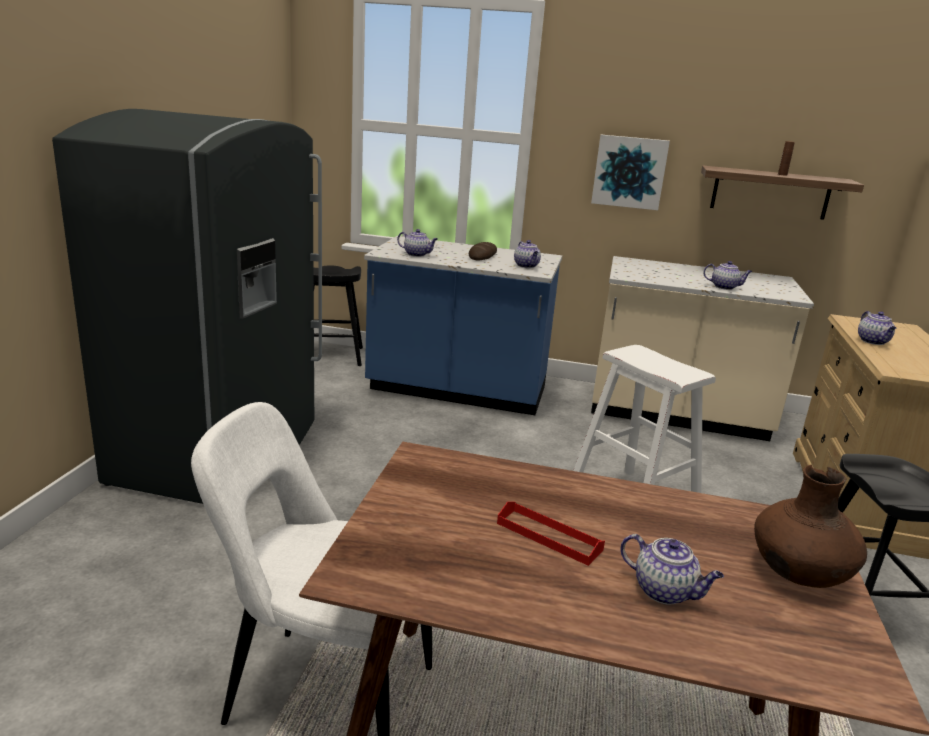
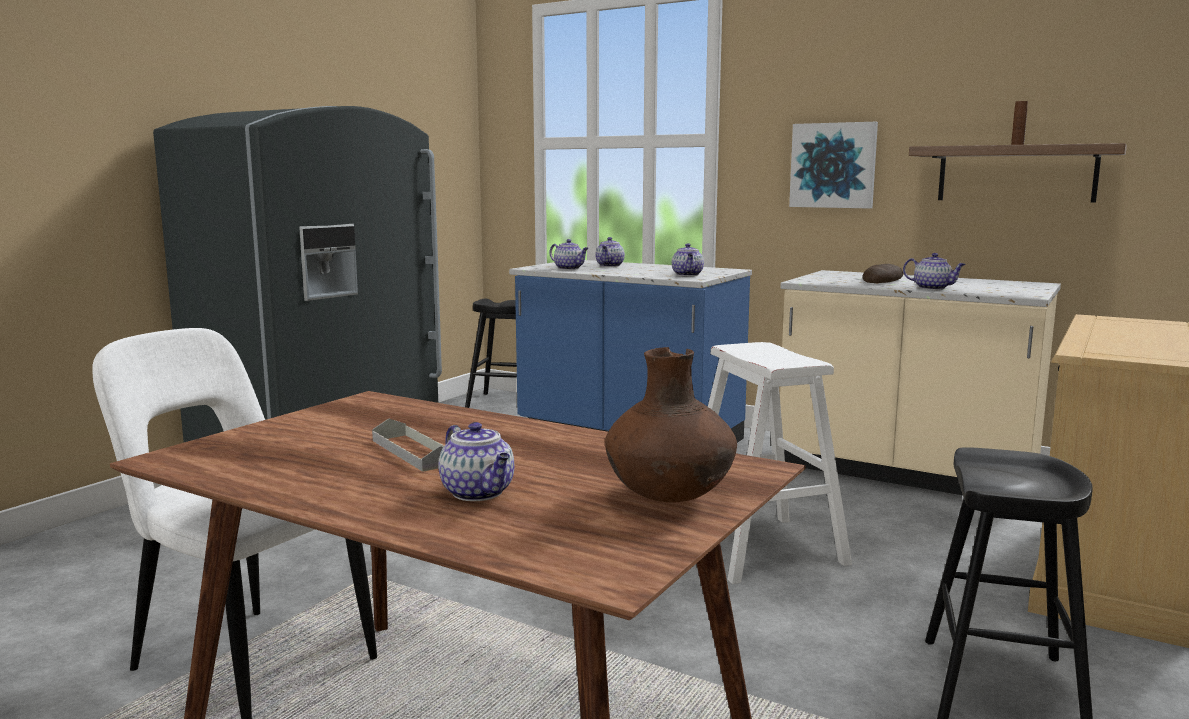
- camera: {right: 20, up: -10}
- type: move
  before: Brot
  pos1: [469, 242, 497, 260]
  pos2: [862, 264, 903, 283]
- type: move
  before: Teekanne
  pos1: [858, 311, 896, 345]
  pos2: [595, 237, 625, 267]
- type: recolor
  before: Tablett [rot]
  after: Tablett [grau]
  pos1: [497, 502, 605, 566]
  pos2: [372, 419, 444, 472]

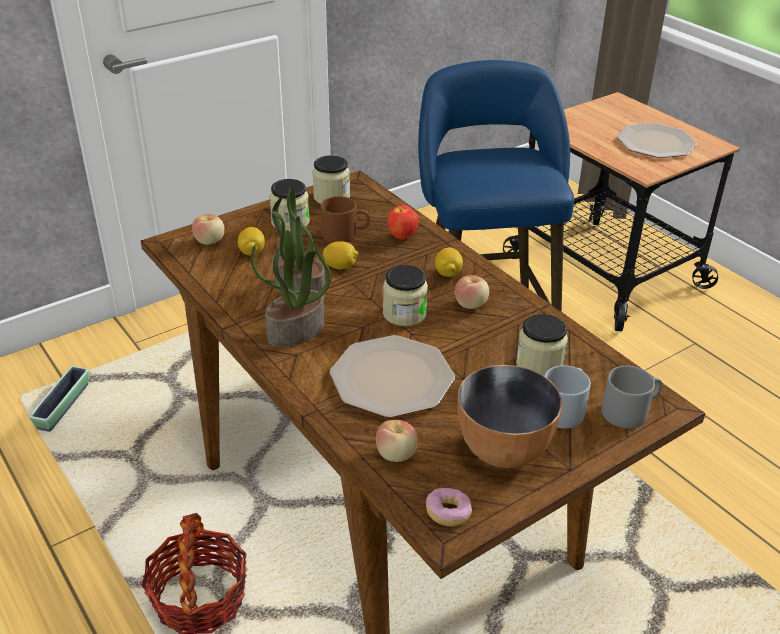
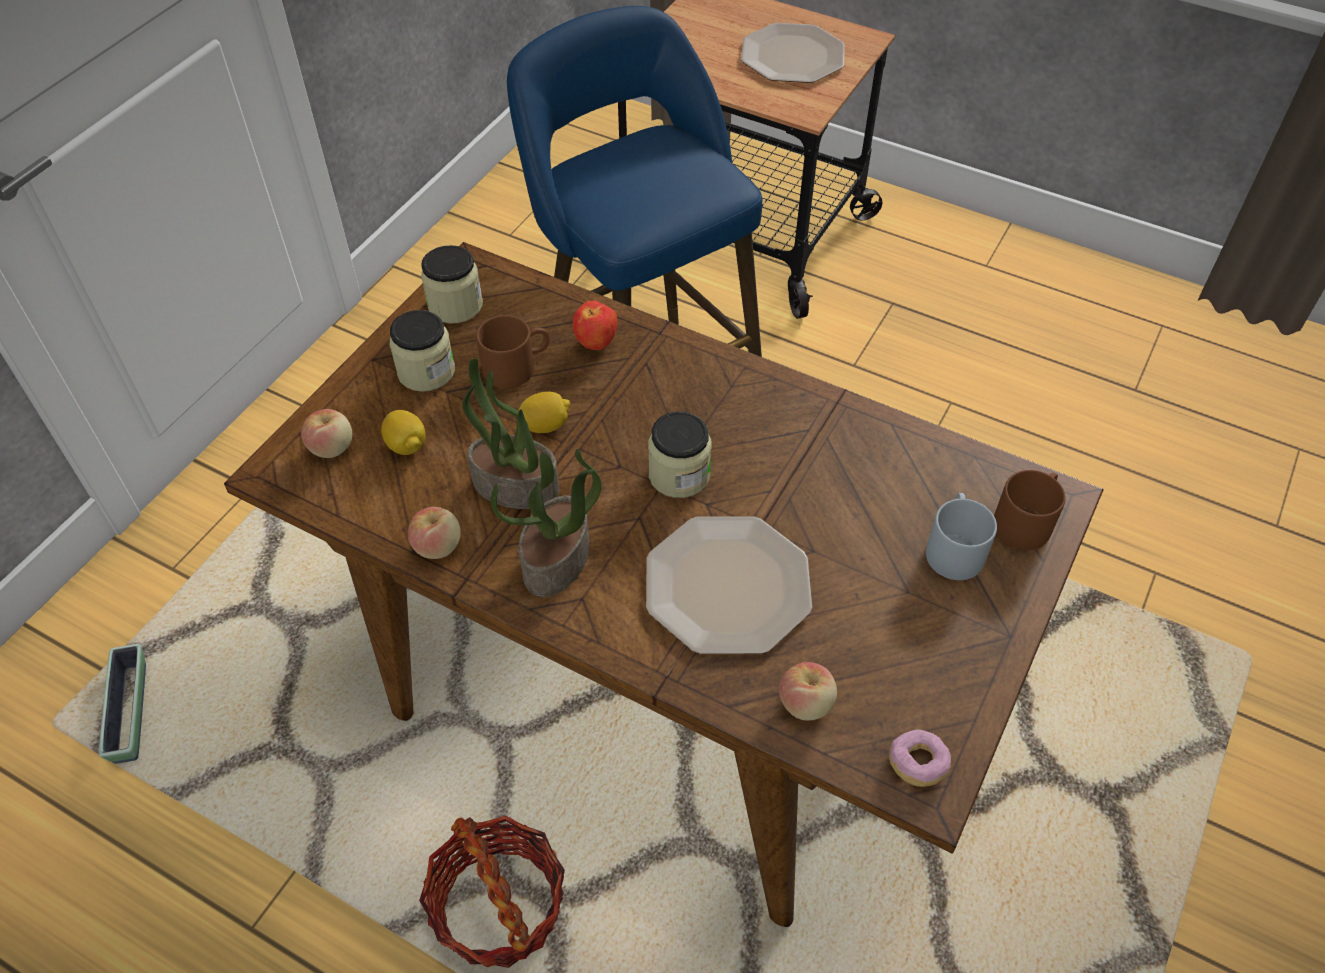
- camera: {right: -25, up: 15}
- type: delete
  before: Zitrone
  pos1: [435, 248, 463, 277]
- type: move
  before: Apfel
  pos1: [455, 275, 489, 309]
  pos2: [408, 507, 461, 559]
- type: delete
  before: Vorratsglas
  pos1: [516, 314, 568, 376]
- type: delete
  before: Schüssel
  pos1: [457, 365, 562, 468]
- type: recolor
  before: Henkelbecher [grau]
  after: Henkelbecher [braun]
  pos1: [602, 366, 662, 429]
  pos2: [994, 470, 1066, 550]

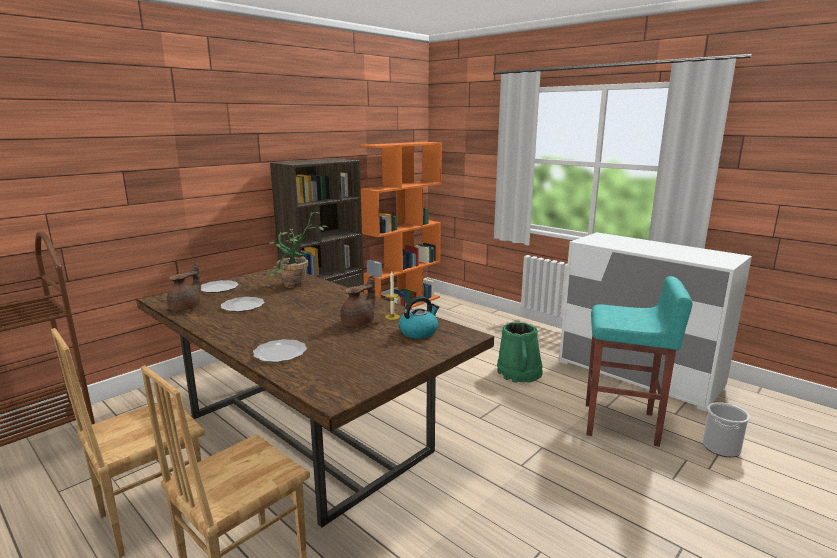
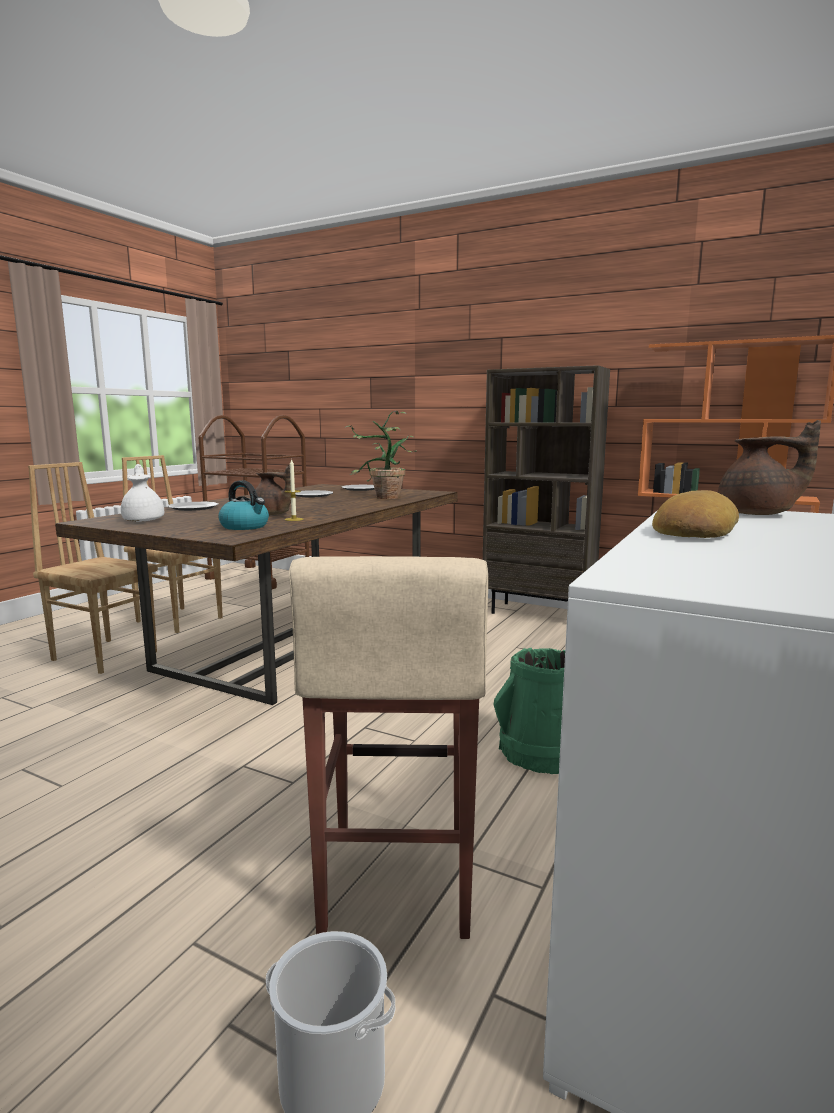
- camera: {right: 75, up: -5}
- type: move
  before: Teekanne [braun]
  pos1: [167, 263, 201, 311]
  pos2: [718, 420, 821, 515]
- type: recolor
  before: Hocker [türkis]
  after: Hocker [beige]
  pos1: [586, 276, 692, 447]
  pos2: [289, 556, 488, 939]
- type: insert
  after: Teekanne [weiß]
  pos2: [121, 464, 164, 522]
- type: insert
  after: Brot
  pos2: [652, 490, 739, 538]

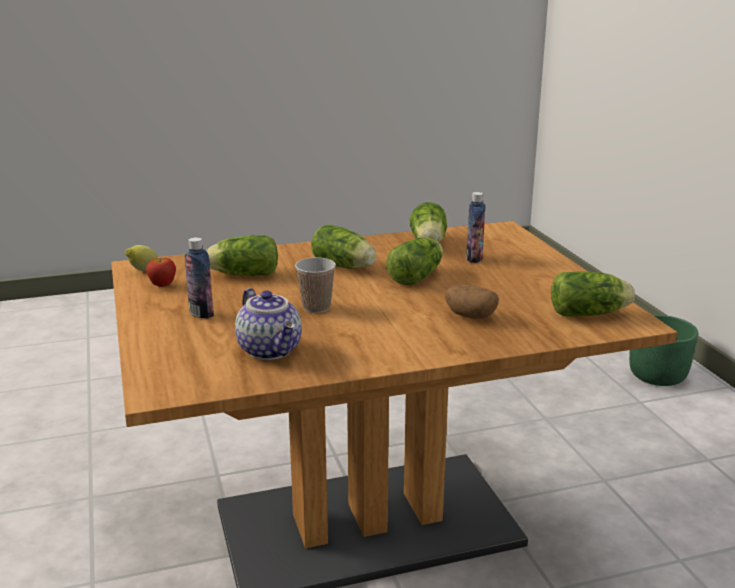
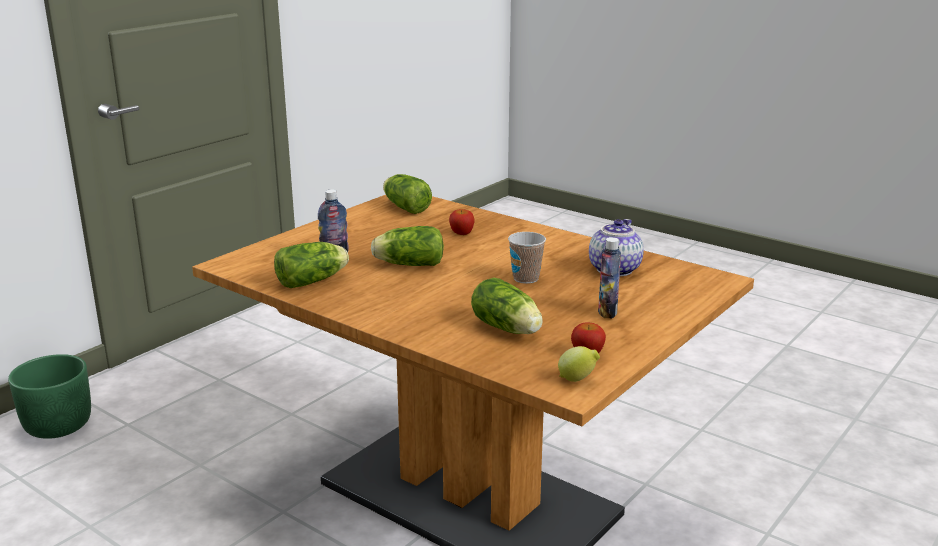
- camera: {right: -125, up: 0}
- type: delete
  before: Salatkopf
  pos1: [311, 224, 377, 269]
- type: replace
  before: Kartoffel
  after: Apfel
  pos1: [445, 285, 499, 319]
  pos2: [449, 209, 475, 235]

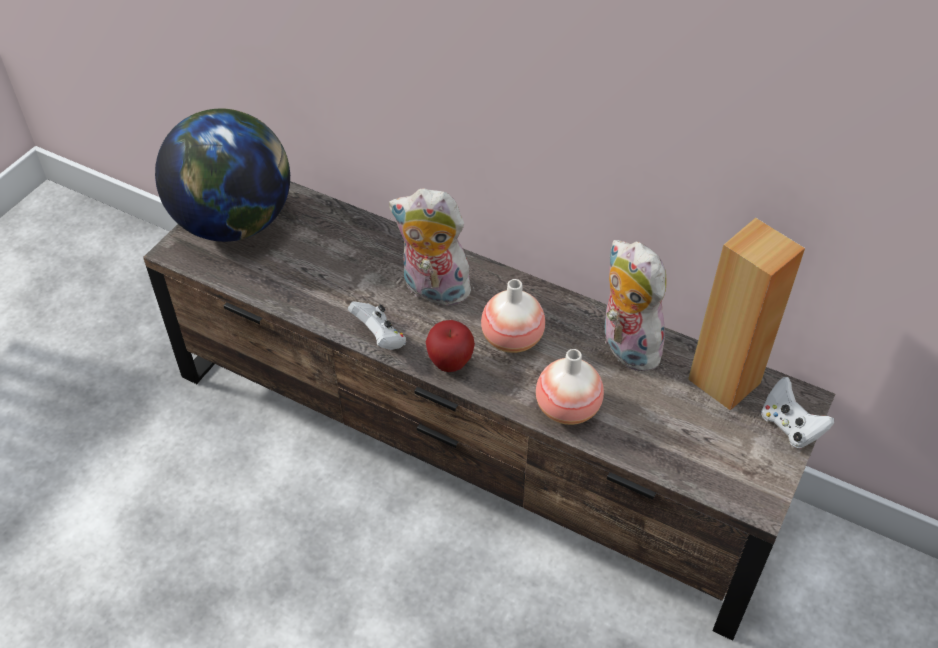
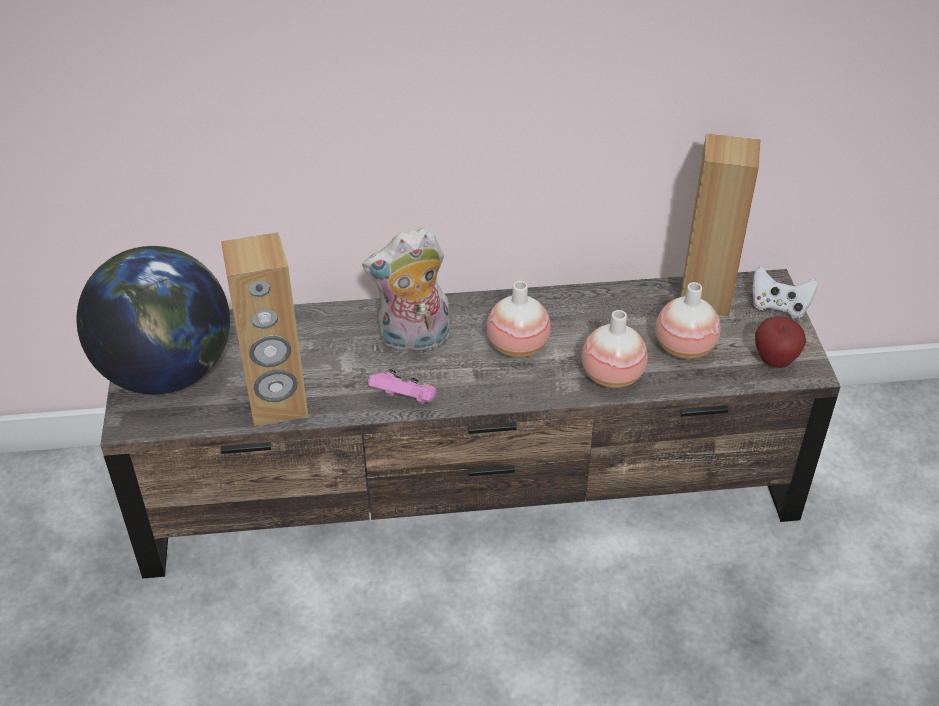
- camera: {right: -35, up: -5}
- type: delete
  before: Plüschtier
  pos1: [605, 240, 667, 371]
- type: recolor
  before: Gamepad [weiß]
  after: Gamepad [rosa]
  pos1: [348, 302, 406, 350]
  pos2: [368, 369, 436, 405]
- type: move
  before: Apfel
  pos1: [426, 320, 475, 372]
  pos2: [755, 316, 806, 368]
- type: insert
  after: Lautsprecher [braun]
  pos2: [221, 233, 309, 427]
- type: insert
  after: Vase
  pos2: [655, 282, 721, 359]

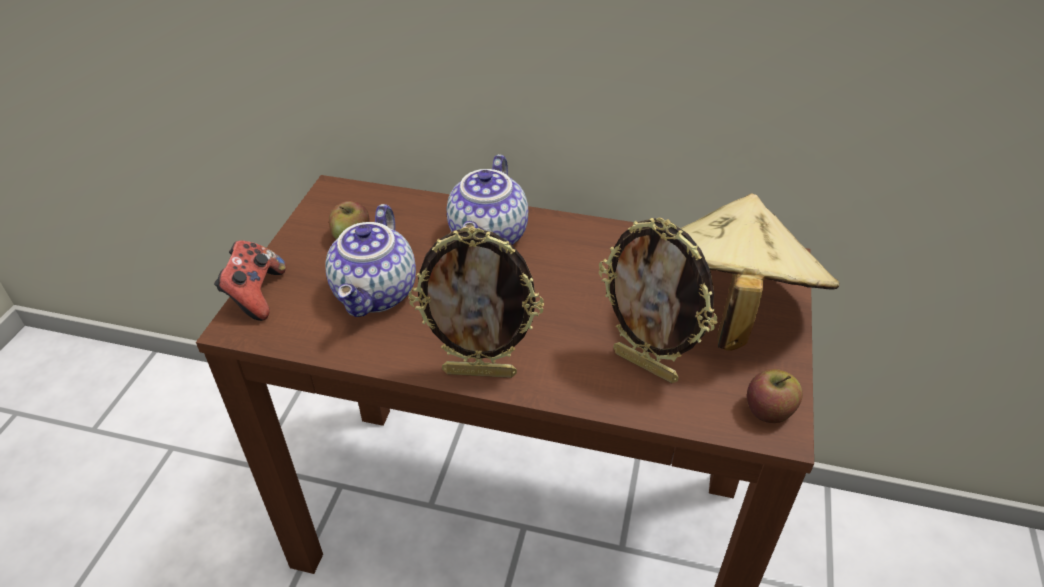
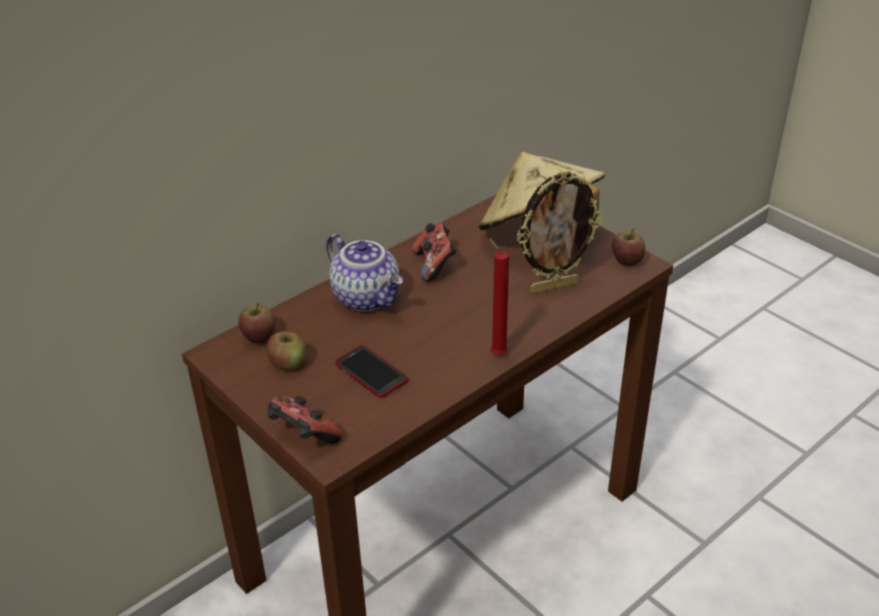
- camera: {right: -55, up: -5}
- type: replace
  before: Teekanne
  after: Handy
  pos1: [326, 204, 416, 317]
  pos2: [335, 345, 408, 398]
- type: replace
  before: Bilderrahmen
  after: Kerze [rot]
  pos1: [408, 226, 544, 378]
  pos2: [488, 238, 509, 355]
- type: insert
  after: Gamepad
  pos2: [412, 223, 457, 282]
- type: insert
  after: Apfel
  pos2: [238, 303, 275, 343]

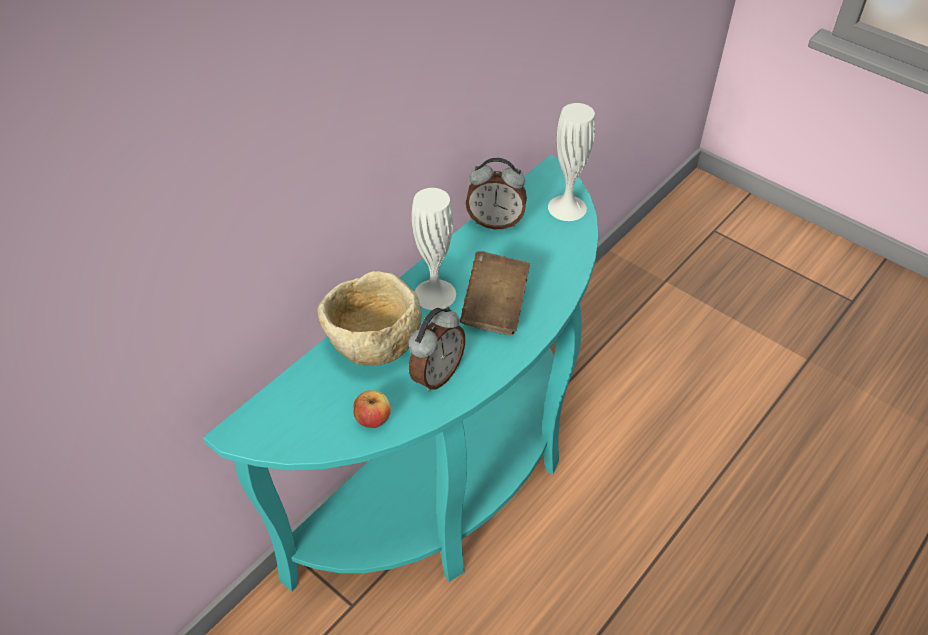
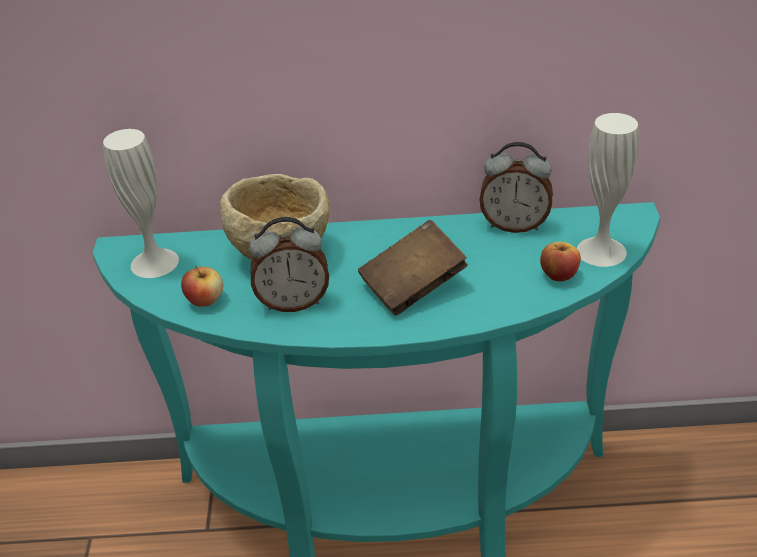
- camera: {right: 50, up: -10}
- type: rotate
  before: Wecker
  pos1: [466, 158, 527, 229]
  pos2: [479, 142, 553, 233]
  turn: -45
- type: move
  before: Vase [weiß]
  pos1: [412, 188, 456, 310]
  pos2: [103, 129, 179, 278]
- type: insert
  after: Apfel
  pos2: [540, 242, 581, 281]

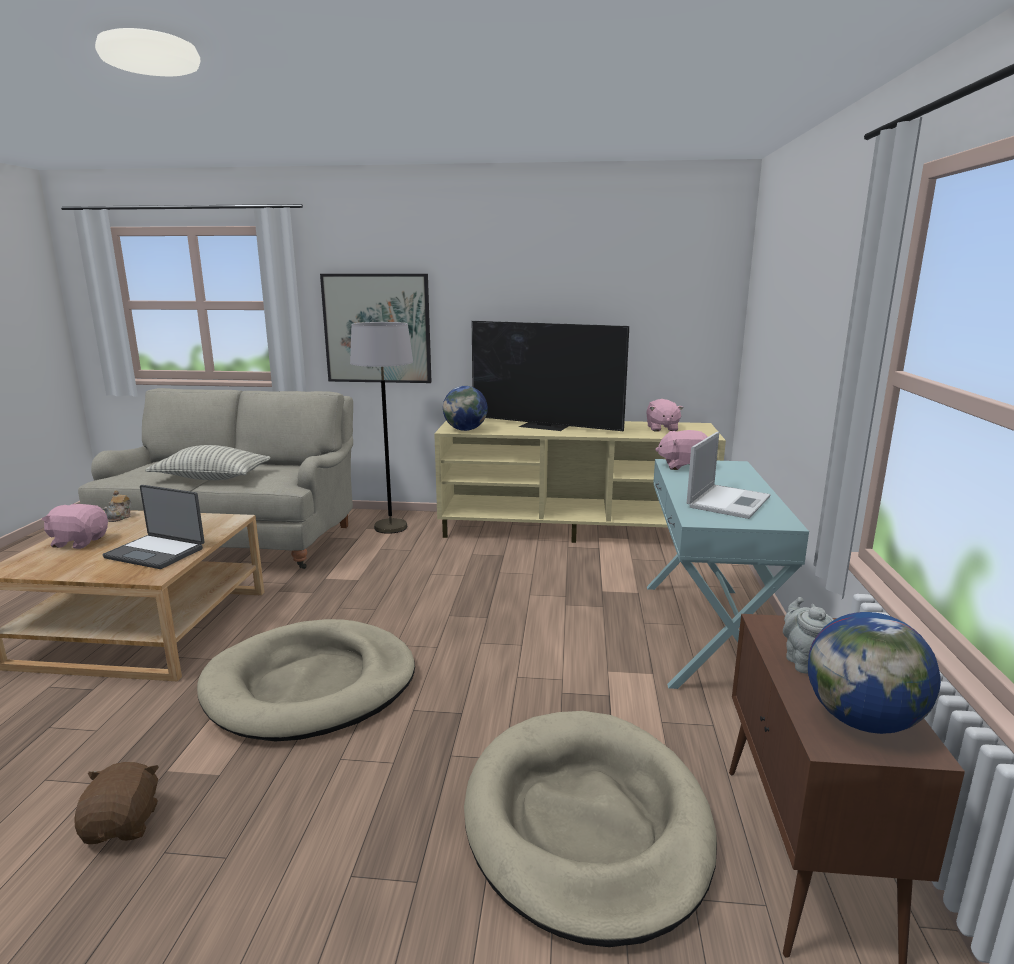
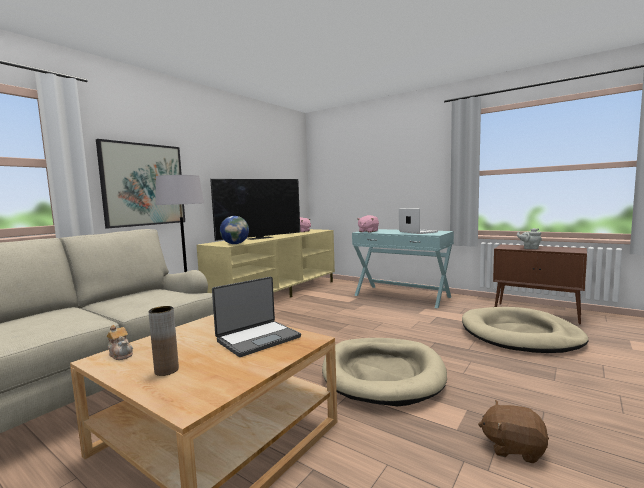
- camera: {right: -60, up: -10}
- type: delete
  before: Kissen
  pos1: [145, 445, 271, 480]
- type: replace
  before: Plüschtier [rosa]
  after: Vase [braun]
  pos1: [42, 503, 108, 549]
  pos2: [149, 306, 179, 376]
- type: delete
  before: Globus
  pos1: [808, 612, 941, 734]

